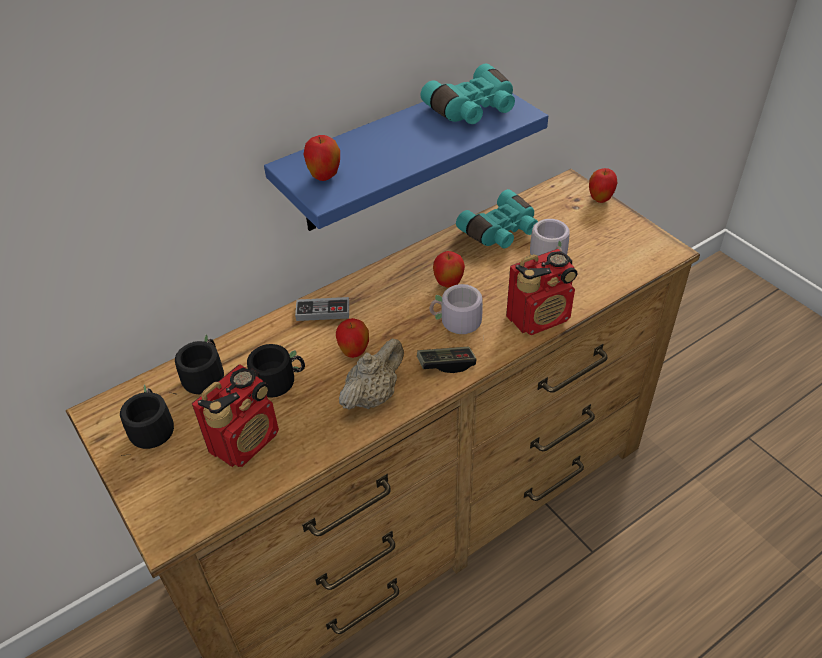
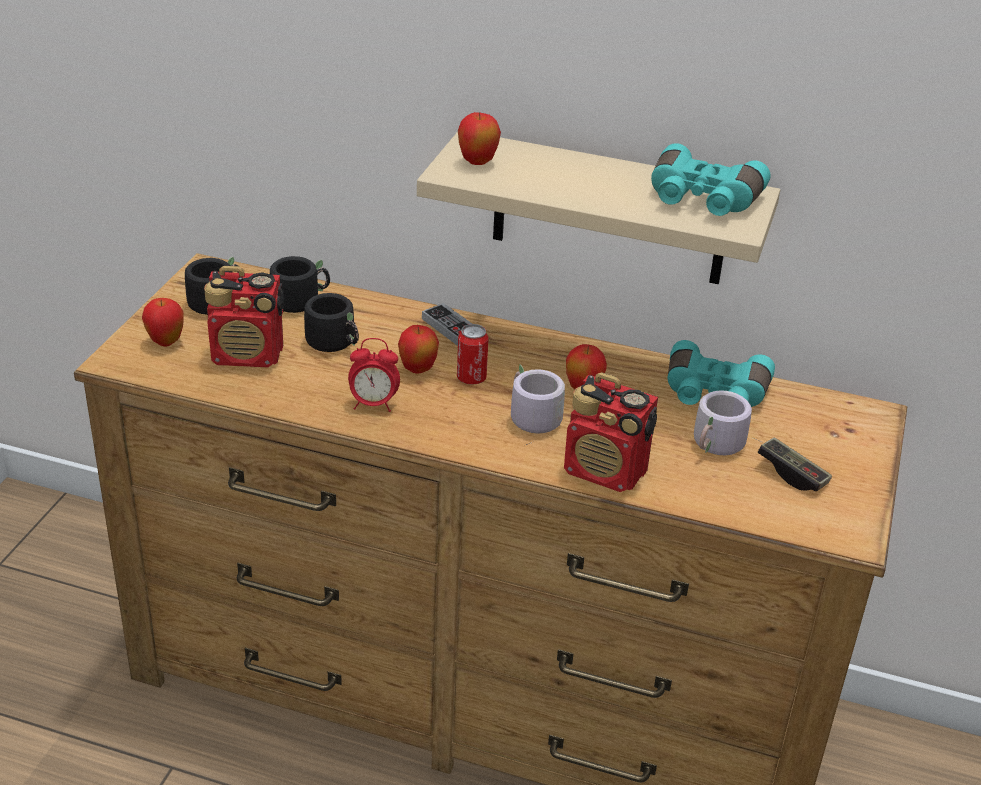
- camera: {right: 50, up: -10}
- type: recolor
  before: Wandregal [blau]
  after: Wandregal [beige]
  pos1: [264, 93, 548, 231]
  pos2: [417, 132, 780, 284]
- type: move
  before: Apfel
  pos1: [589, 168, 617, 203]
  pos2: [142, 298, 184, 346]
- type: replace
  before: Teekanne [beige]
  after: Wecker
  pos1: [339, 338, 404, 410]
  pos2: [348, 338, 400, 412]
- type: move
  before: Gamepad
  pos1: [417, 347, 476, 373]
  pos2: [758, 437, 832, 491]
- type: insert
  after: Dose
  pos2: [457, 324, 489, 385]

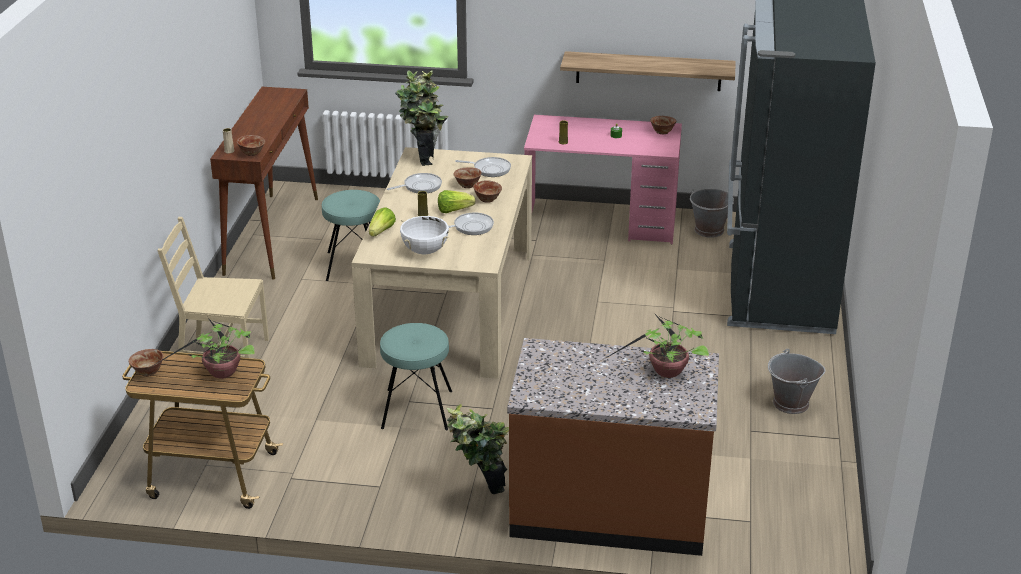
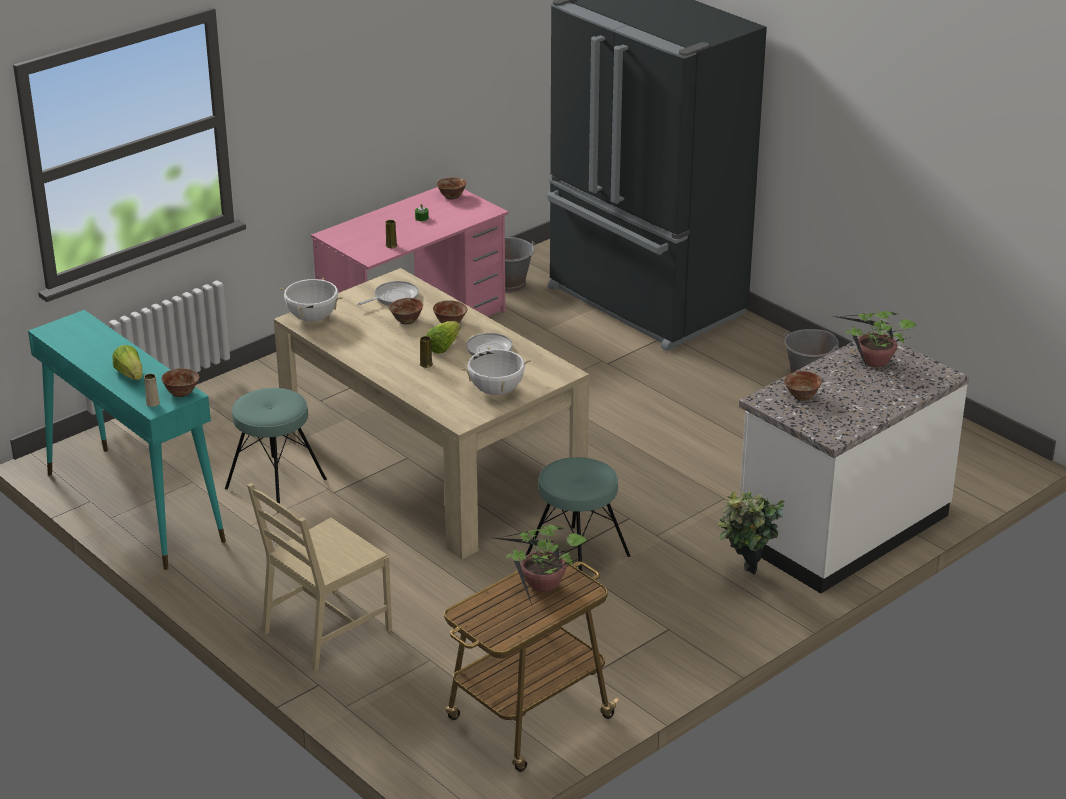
- camera: {right: -50, up: 0}
- type: delete
  before: Wandregal
  pos1: [560, 51, 736, 91]
- type: replace
  before: Topfpflanze
  after: Kochtopf [weiß]
  pos1: [395, 70, 448, 166]
  pos2: [280, 277, 343, 322]
- type: recolor
  before: Konsolentisch [braun]
  after: Konsolentisch [türkis]
  pos1: [210, 87, 318, 280]
  pos2: [28, 310, 226, 570]
- type: delete
  before: Pfanne
  pos1: [387, 173, 442, 193]
- type: move
  before: Salatkopf
  pos1: [369, 207, 396, 237]
  pos2: [112, 345, 143, 380]
- type: recolor
  before: Küchenzeile [braun]
  after: Küchenzeile [weiß]
  pos1: [507, 338, 719, 556]
  pos2: [739, 331, 969, 593]
- type: move
  before: Schüssel
  pos1: [129, 349, 163, 377]
  pos2: [784, 371, 822, 401]

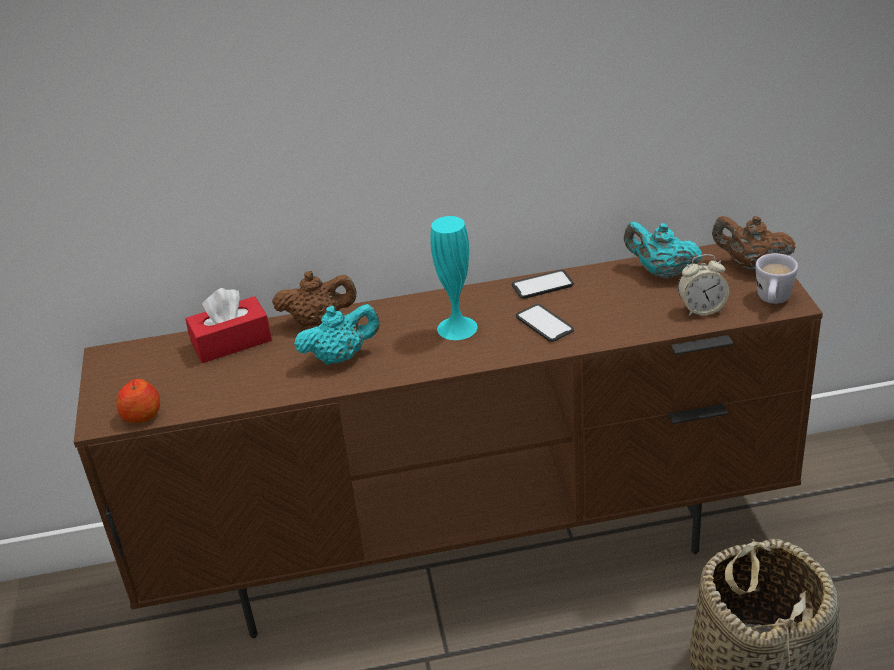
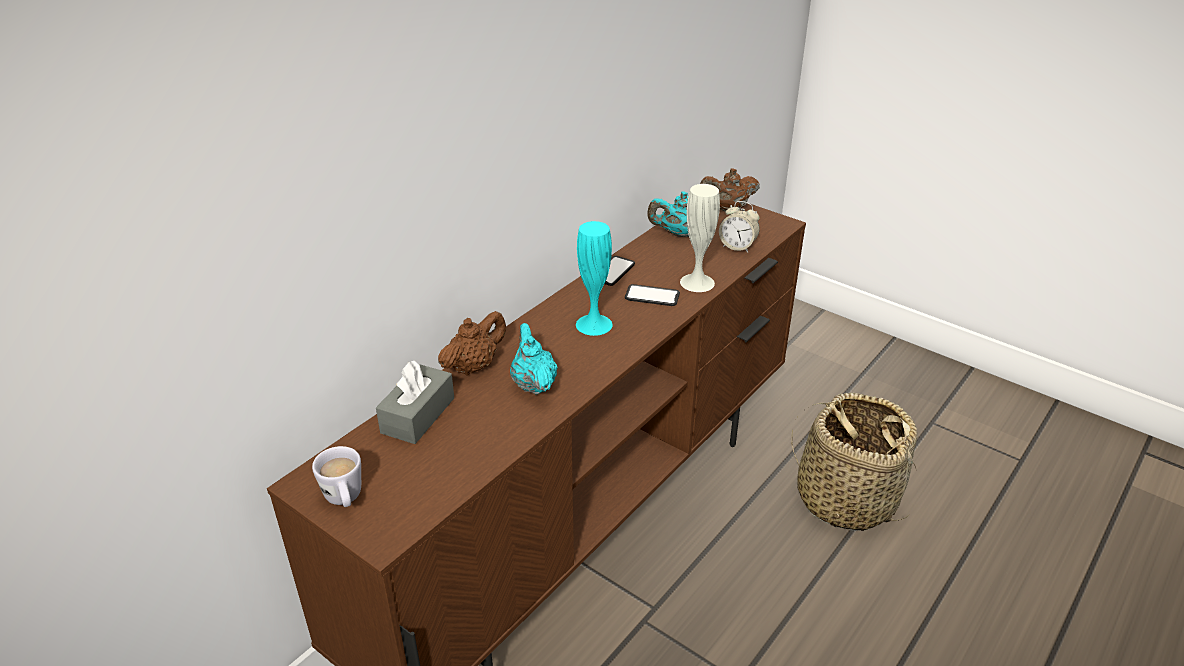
- camera: {right: -45, up: 0}
- type: move
  before: Henkelbecher [weiß]
  pos1: [756, 253, 798, 304]
  pos2: [312, 446, 361, 507]
- type: rotate
  before: Wecker
  pos1: [678, 254, 729, 316]
  pos2: [719, 201, 760, 253]
  turn: 75
- type: recolor
  before: Taschentuchbox [rot]
  after: Taschentuchbox [grau]
  pos1: [185, 288, 272, 363]
  pos2: [376, 360, 454, 444]
- type: rotate
  before: Teekanne [türkis]
  pos1: [294, 304, 380, 365]
  pos2: [510, 323, 558, 395]
  turn: -45
- type: delete
  before: Apfel
  pos1: [116, 379, 160, 423]
- type: insert
  after: Vase [weiß]
  pos2: [680, 184, 720, 292]

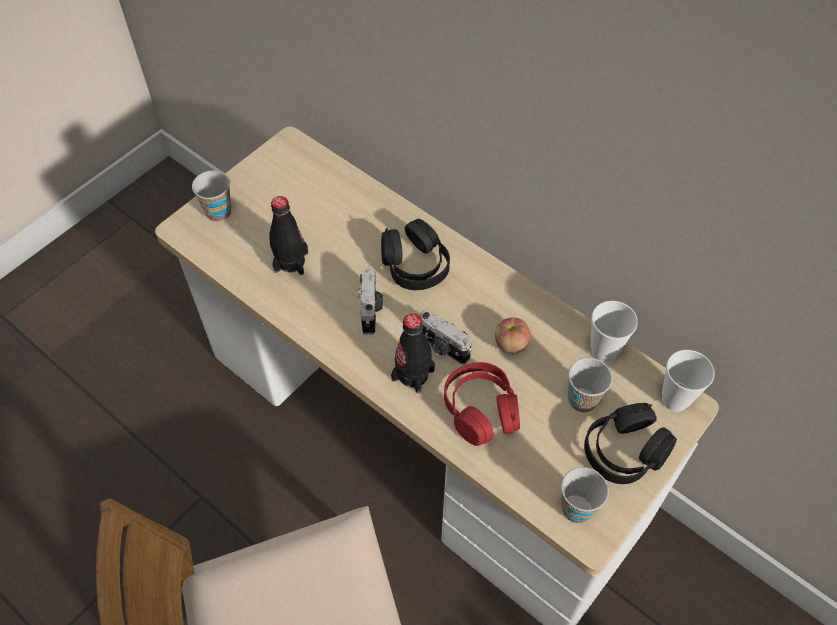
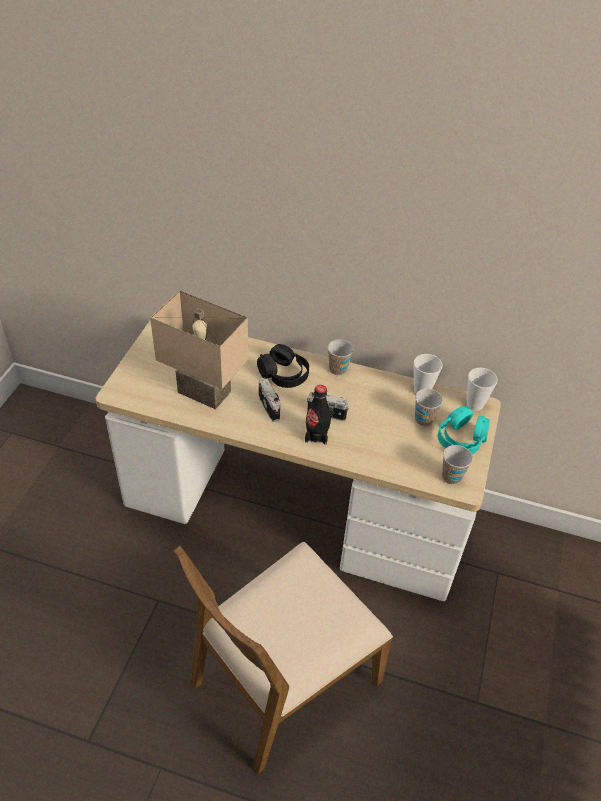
- camera: {right: -25, up: -10}
- type: move
  before: Tasse
  pos1: [192, 170, 231, 222]
  pos2: [327, 339, 353, 375]
- type: replace
  before: Flasche [schwarz]
  after: Tischlampe [beige]
  pos1: [270, 196, 308, 275]
  pos2: [150, 290, 248, 409]
- type: delete
  before: Apfel
  pos1: [495, 317, 531, 353]
- type: delete
  before: Kopfhörer [rot]
  pos1: [444, 362, 520, 446]
- type: recolor
  before: Kopfhörer [schwarz]
  after: Kopfhörer [türkis]
  pos1: [584, 403, 677, 484]
  pos2: [438, 405, 490, 454]

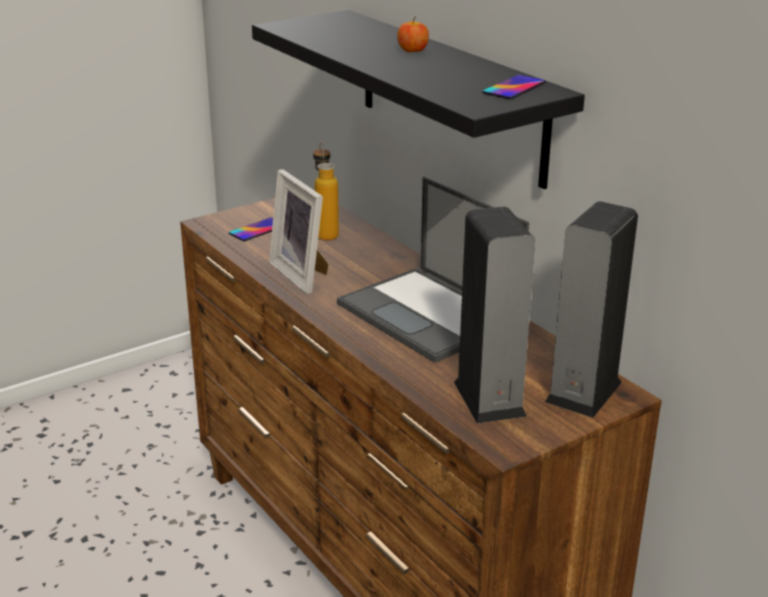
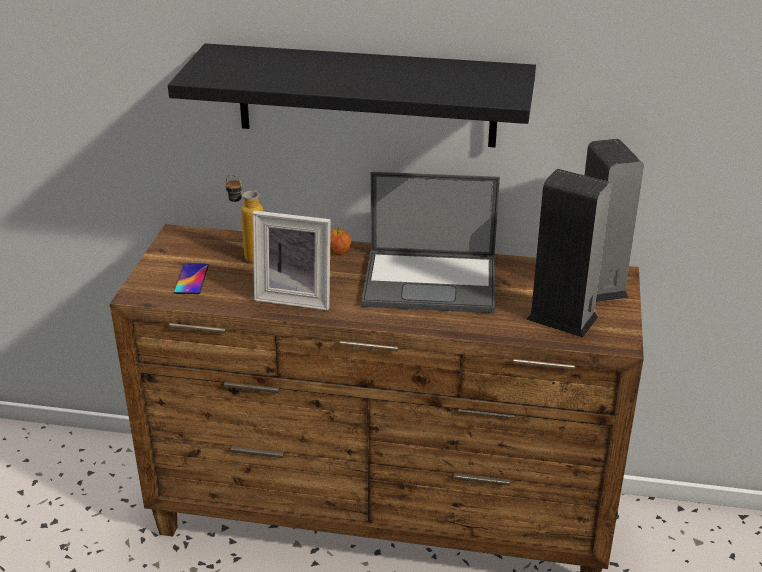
- camera: {right: -45, up: 5}
- type: move
  before: Apfel
  pos1: [397, 16, 429, 52]
  pos2: [330, 227, 351, 255]
- type: delete
  before: Handy
  pos1: [482, 75, 546, 99]

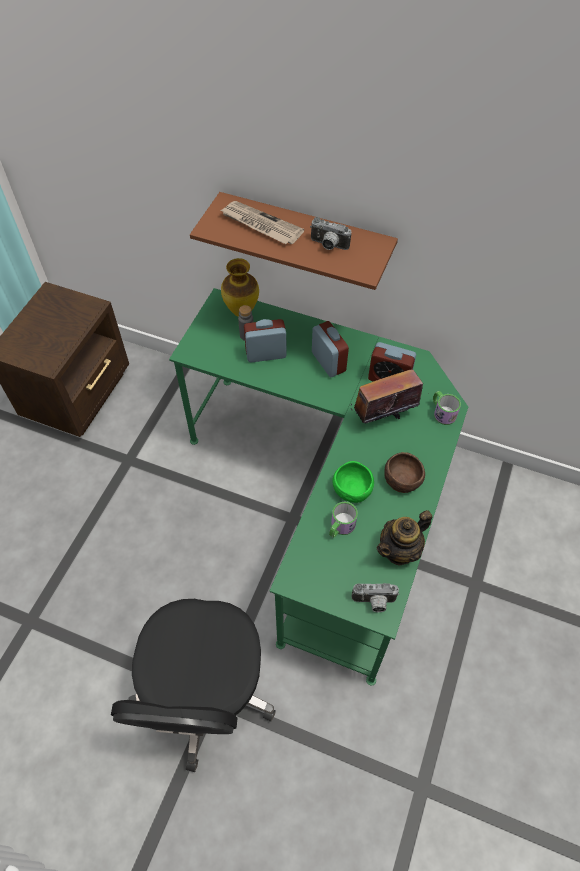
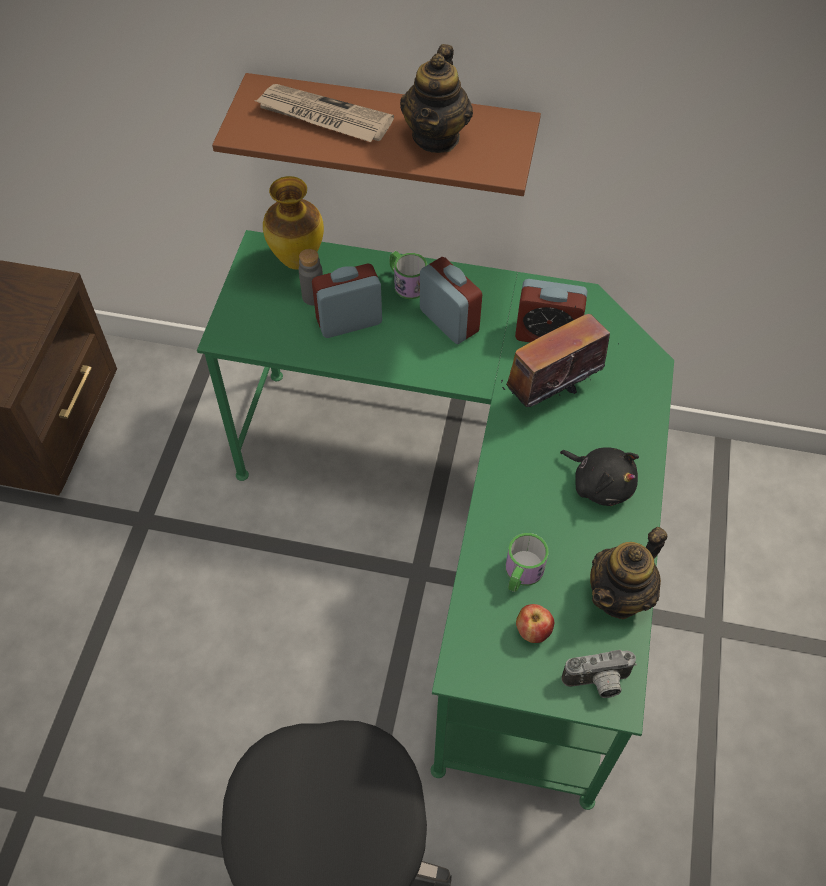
- camera: {right: -10, up: 0}
- type: replace
  before: Kamera
  after: Teekanne
  pos1: [311, 217, 351, 250]
  pos2: [400, 44, 473, 153]
- type: move
  before: Henkelbecher
  pos1: [433, 391, 461, 425]
  pos2: [389, 251, 427, 299]
- type: replace
  before: Schüssel [braun]
  after: Plüschtier [schwarz]
  pos1: [384, 452, 425, 493]
  pos2: [560, 447, 639, 506]
- type: delete
  before: Schüssel [grün]
  pos1: [332, 461, 374, 503]
- type: insert
  after: Apfel
  pos2: [516, 604, 554, 643]

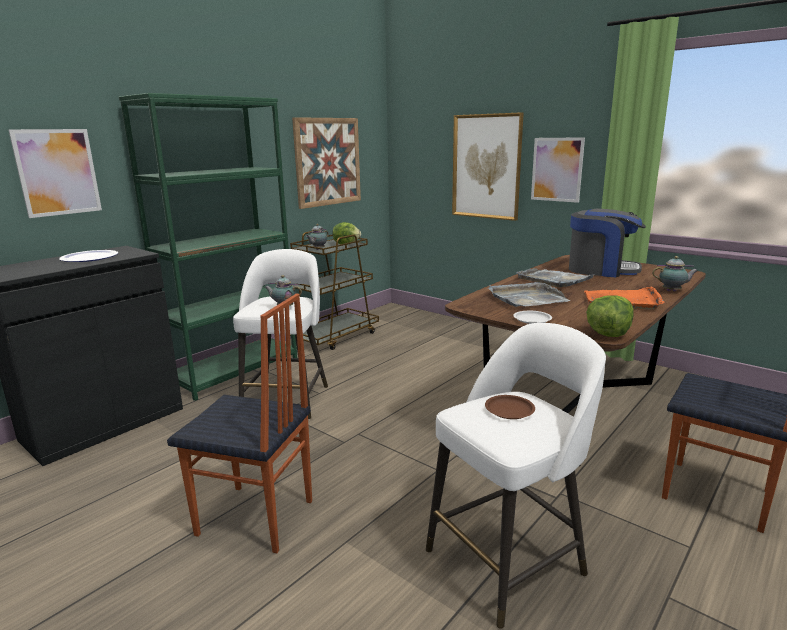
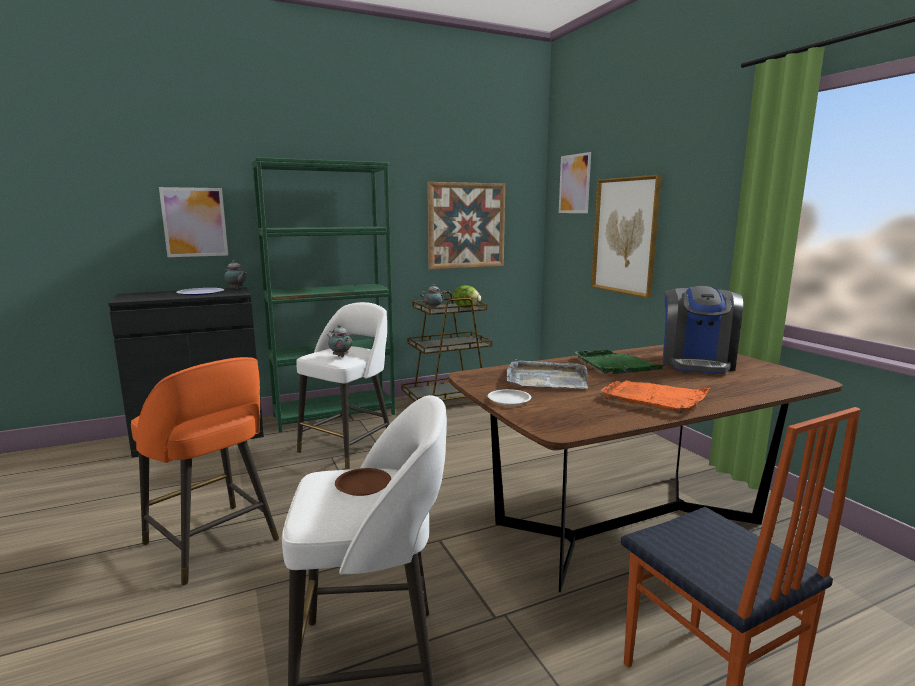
- camera: {right: 25, up: -5}
- type: move
  before: Bild
  pos1: [531, 137, 585, 203]
  pos2: [559, 152, 591, 213]
- type: rotate
  before: Kaffeemaschine
  pos1: [569, 209, 646, 277]
  pos2: [663, 286, 743, 374]
  turn: 60
- type: move
  before: Teekanne
  pos1: [652, 256, 698, 292]
  pos2: [224, 260, 247, 289]
- type: recolor
  before: Tablett [grau]
  after: Tablett [grün]
  pos1: [516, 268, 596, 287]
  pos2: [575, 350, 664, 374]
- type: replace
  before: Stuhl
  after: Hocker [orange]
  pos1: [167, 293, 312, 553]
  pos2: [131, 357, 279, 585]
- type: delete
  before: Salatkopf
  pos1: [586, 295, 633, 337]

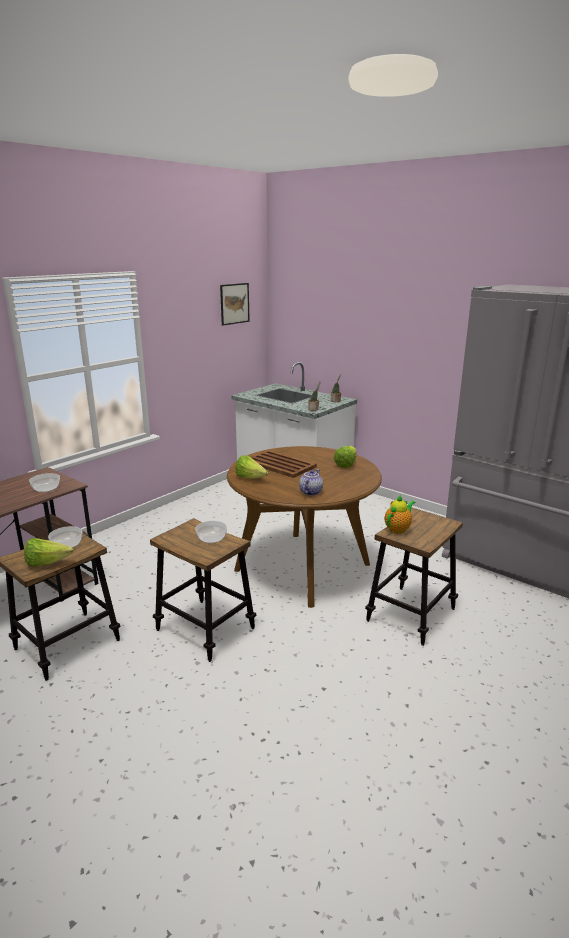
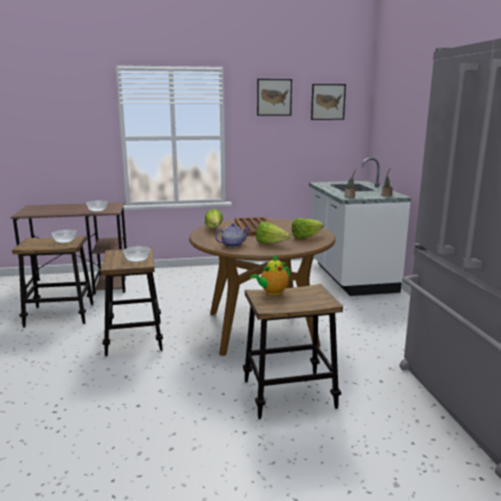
- camera: {right: 40, up: -5}
- type: rotate
  before: Teekanne
  pos1: [384, 495, 416, 534]
  pos2: [250, 255, 290, 295]
  turn: 150
- type: move
  before: Salatkopf
  pos1: [24, 538, 74, 567]
  pos2: [256, 222, 291, 244]
- type: insert
  after: Bild
  pos2: [257, 79, 292, 116]

